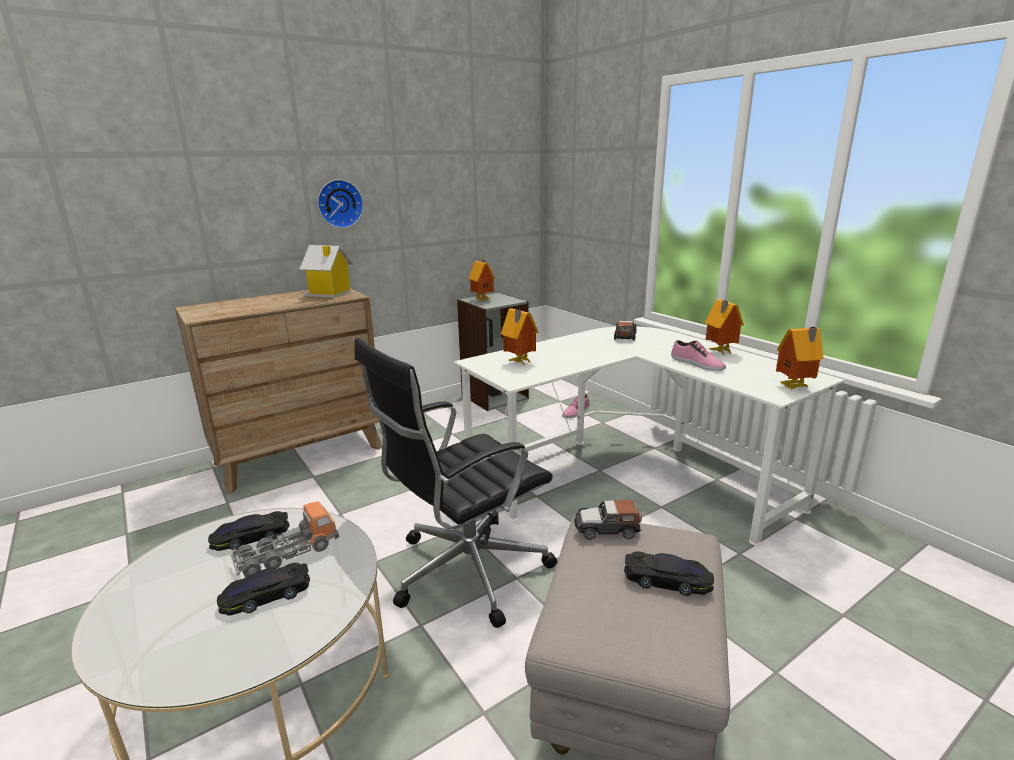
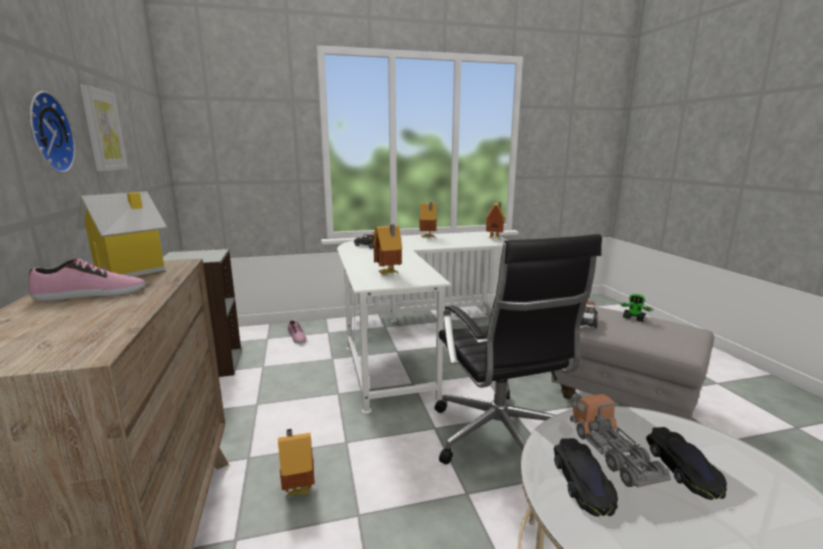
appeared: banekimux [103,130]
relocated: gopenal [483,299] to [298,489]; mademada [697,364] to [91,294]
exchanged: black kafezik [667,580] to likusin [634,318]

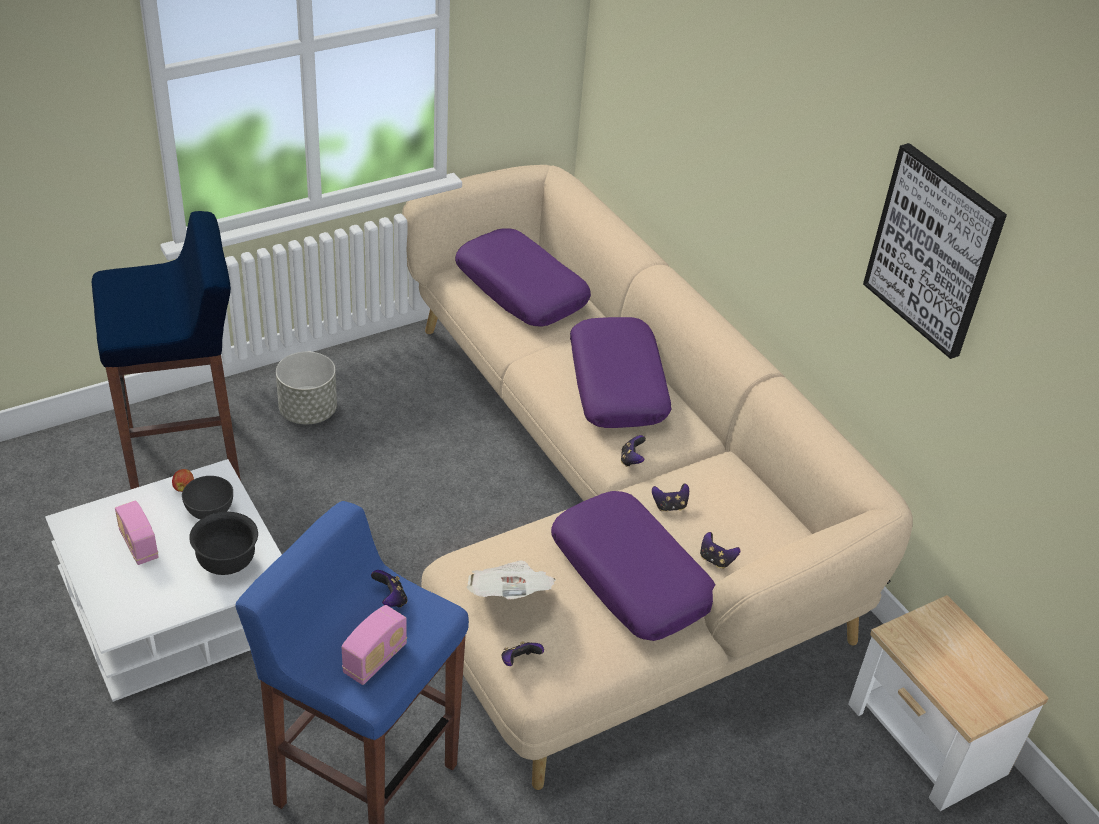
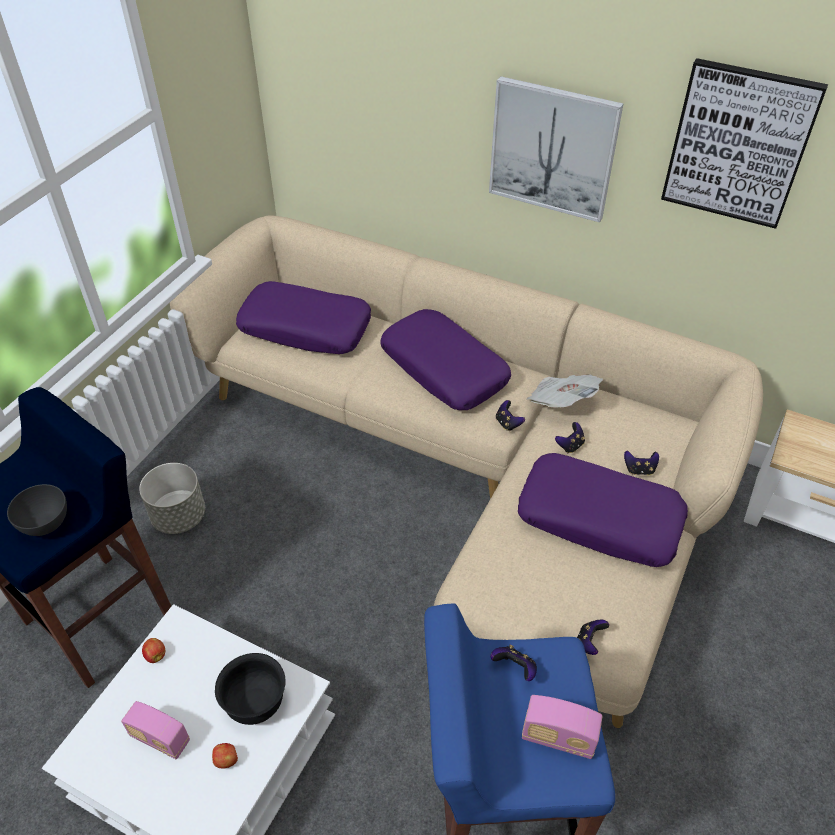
appeared: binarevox [227,760]; banekimux [553,149]
relocated: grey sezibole [210,511] to [45,523]; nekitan [509,596] to [561,402]
spun: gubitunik [375,659] = [558,737] 105 degrees clockwise

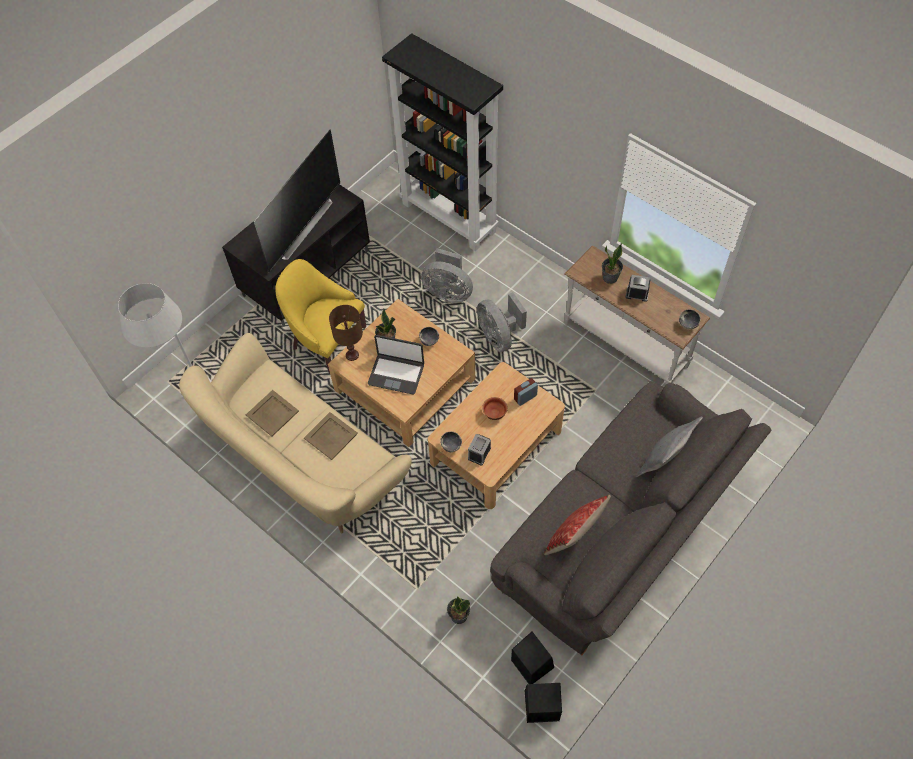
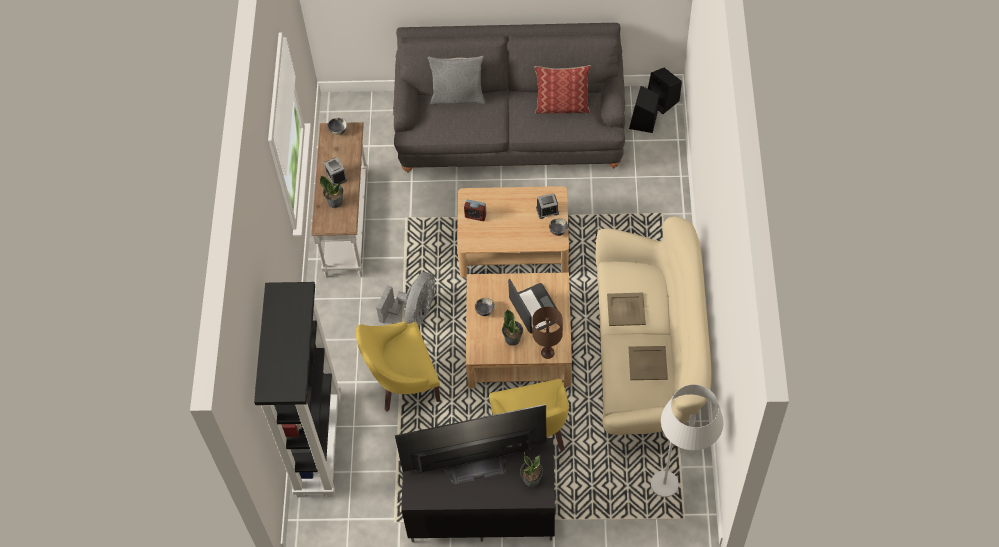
missing: sezibole [494,413]
relocated: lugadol [458,615] to [531,479]
exchanged: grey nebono [448,292] to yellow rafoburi [402,381]

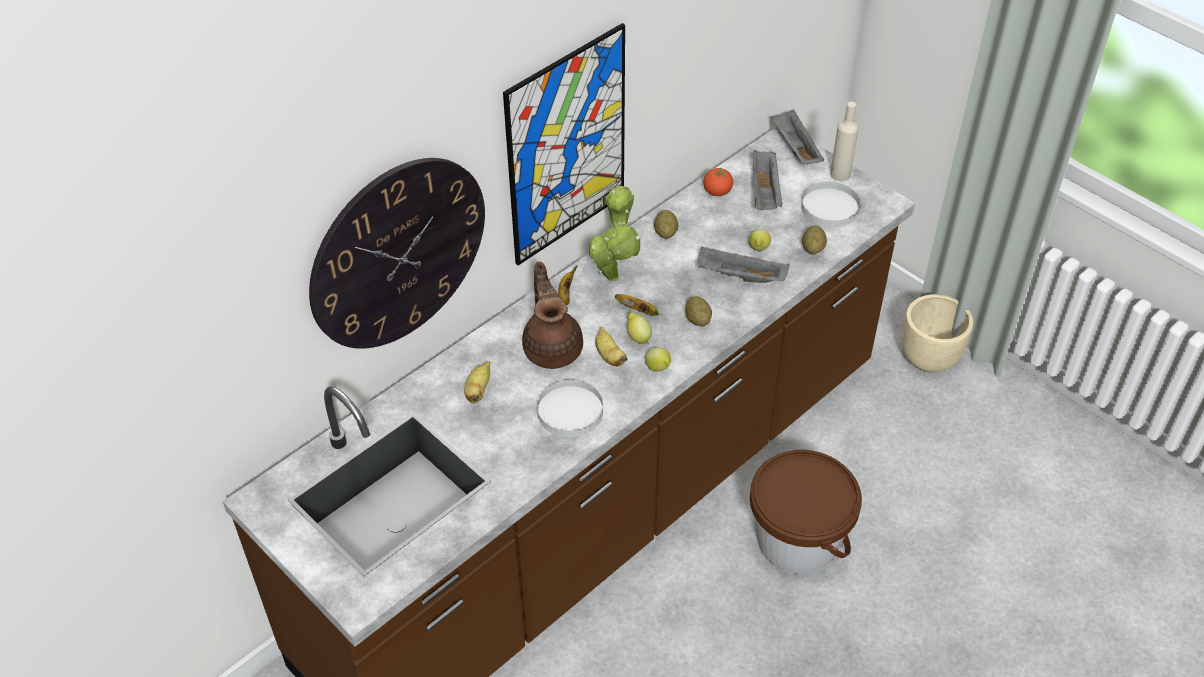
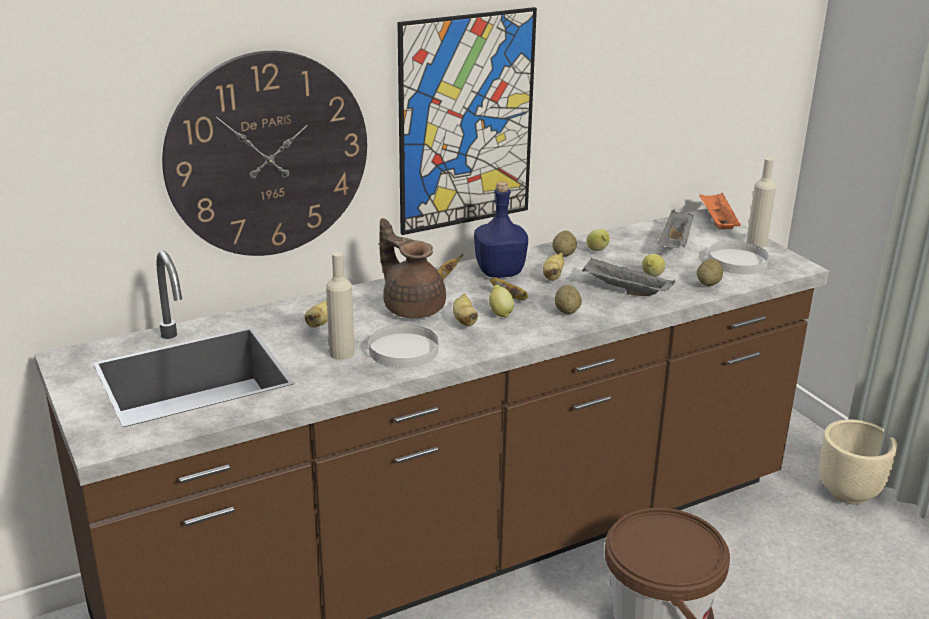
missing: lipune [717,192]
appeared: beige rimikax [341,353]; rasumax [553,276]
relocated: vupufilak [658,369] to [598,251]
exchanged: lugadol [613,274] to blue rimikax [499,271]
colour: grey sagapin [795,148] to orange sagapin [717,222]
spun: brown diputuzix [553,347] = [412,307] 45 degrees counterclockwise

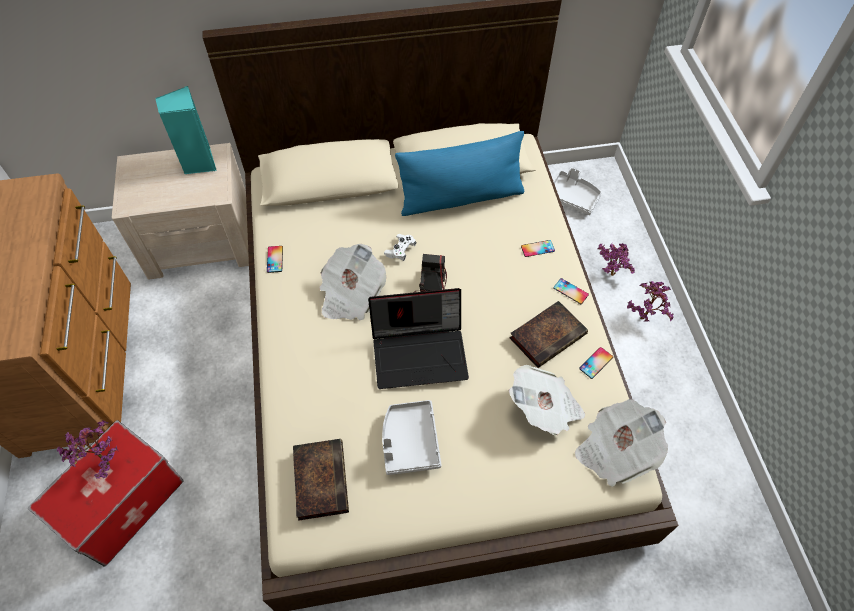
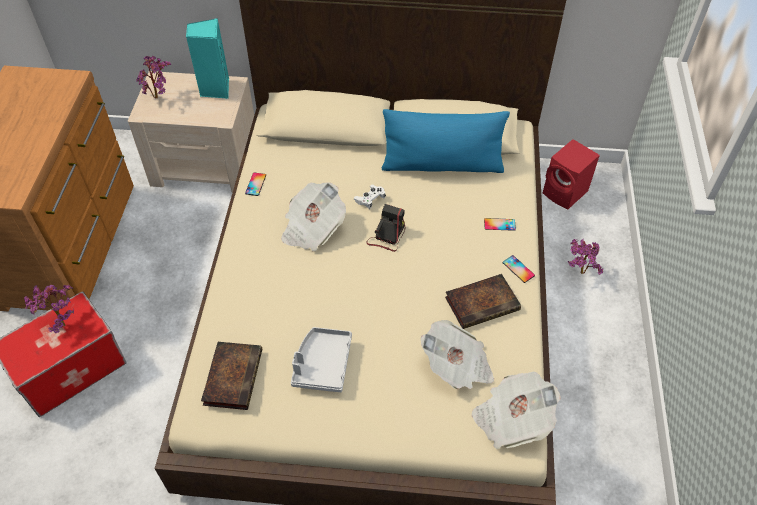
missing: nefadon [420,352]; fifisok [596,363]
relocated: lugadol [644,316] to [159,97]
exchanged: grey sagapin [572,197] to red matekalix [566,193]

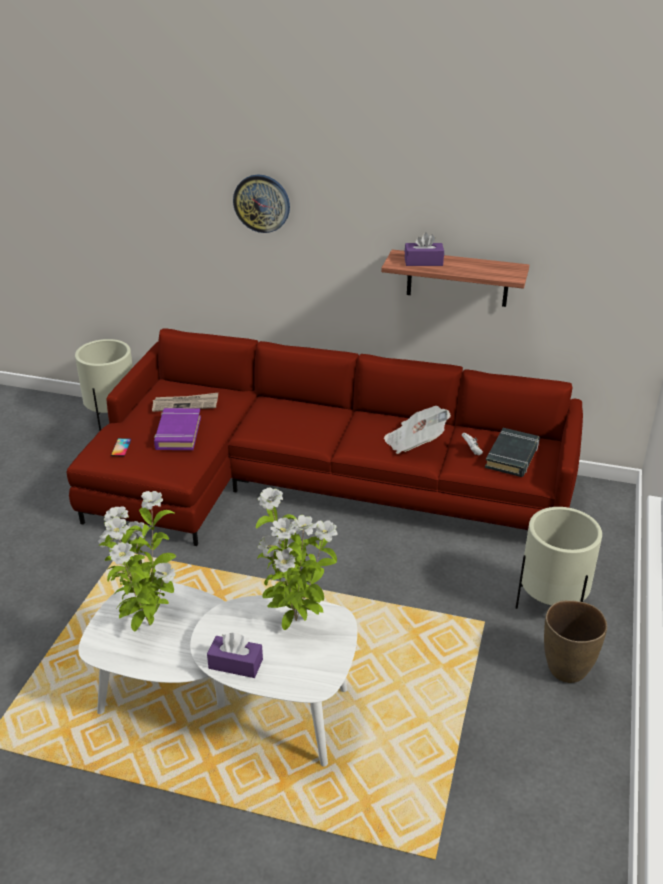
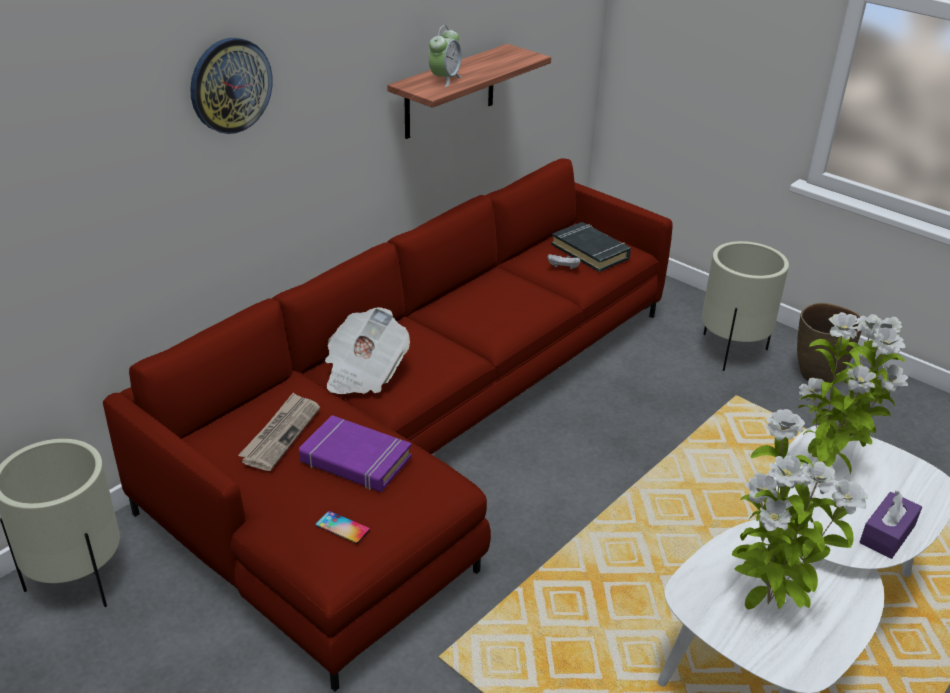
relocated: nekitan [415,443] to [364,372]
exchanged: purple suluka [423,262] to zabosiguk [445,79]

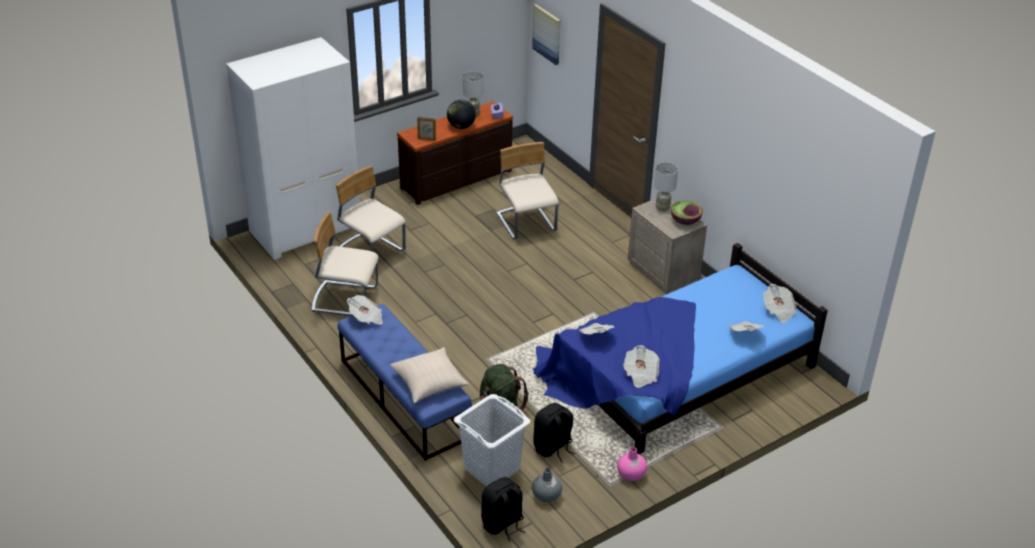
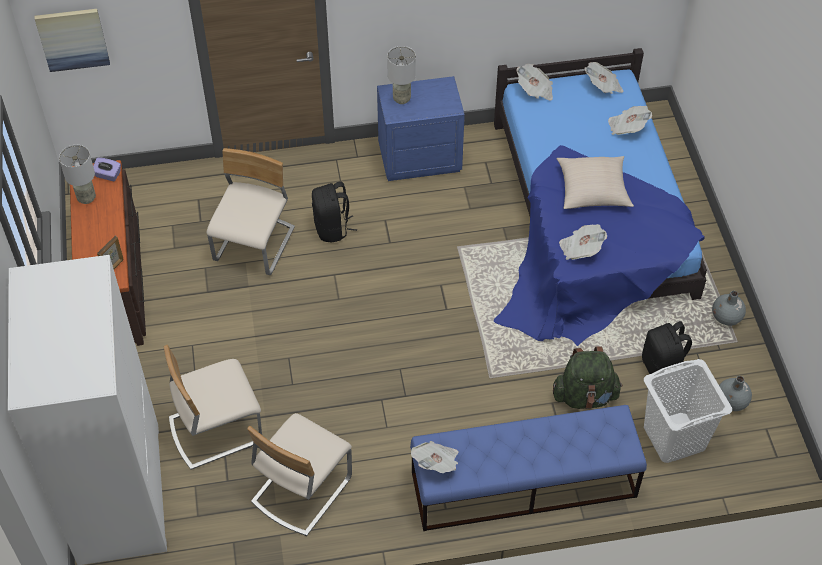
missing: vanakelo [461,126]; sezibole [685,220]
relocated: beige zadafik [429,383] to [592,190]; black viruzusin [502,524] to [332,228]; nekitan [640,374] to [535,90]
colour: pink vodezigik [631,474] to grey vodezigik [726,317]; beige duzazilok [664,271] to blue duzazilok [419,158]
spun: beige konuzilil [526,223] = [255,245] 105 degrees clockwise

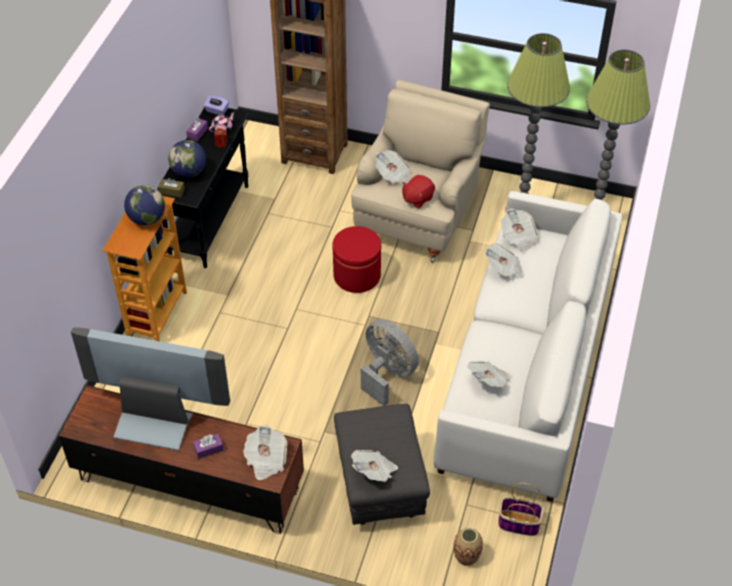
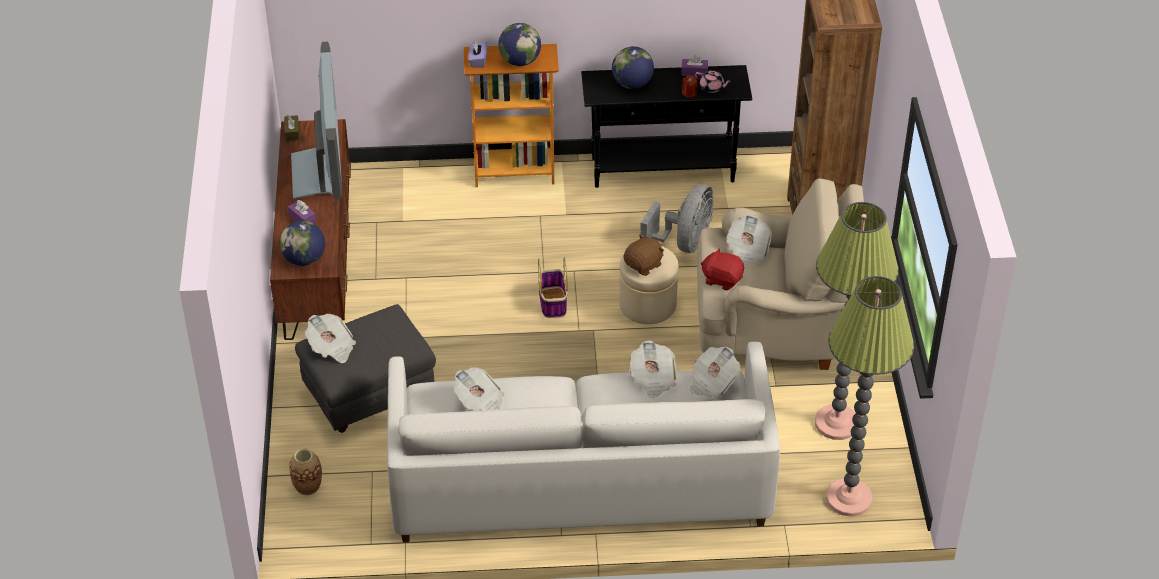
appeared: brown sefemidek [644,265]
relocated: brown suluka [172,191] to [292,132]; purple suluka [217,111] to [478,61]; grey nebono [387,373] to [684,243]; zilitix [518,523] to [552,302]
exchanged: nekitan [266,460] to vanakelo [304,259]
colour: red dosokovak [357,275] to beige dosokovak [647,305]

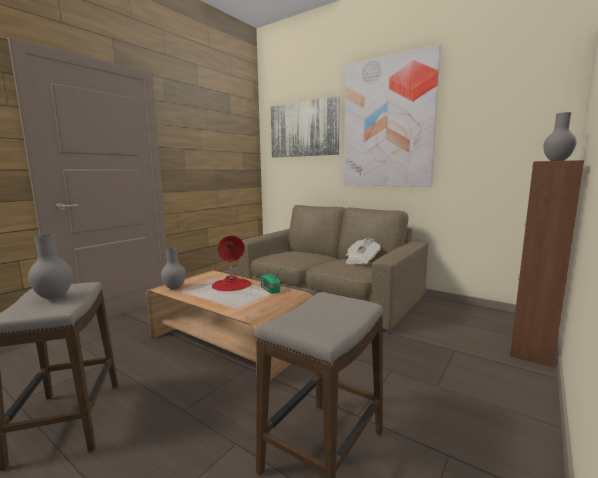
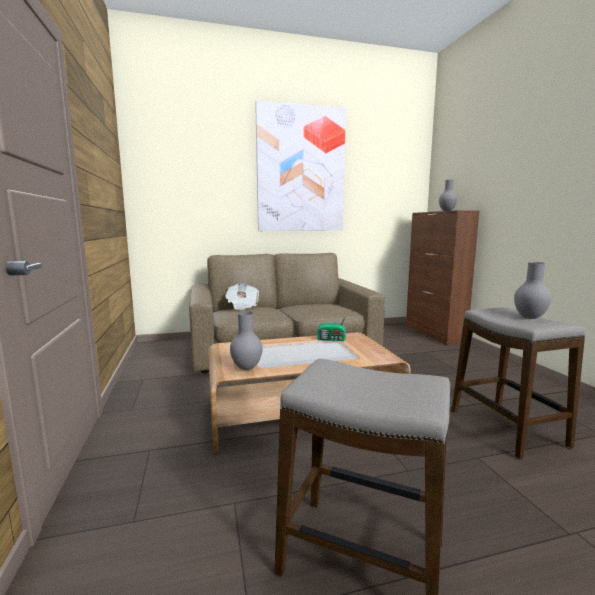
missing: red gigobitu [231,284]; banekimux [304,129]
relocated: grey vodezigik [53,297] to [529,318]; nekitan [361,261] to [242,305]

